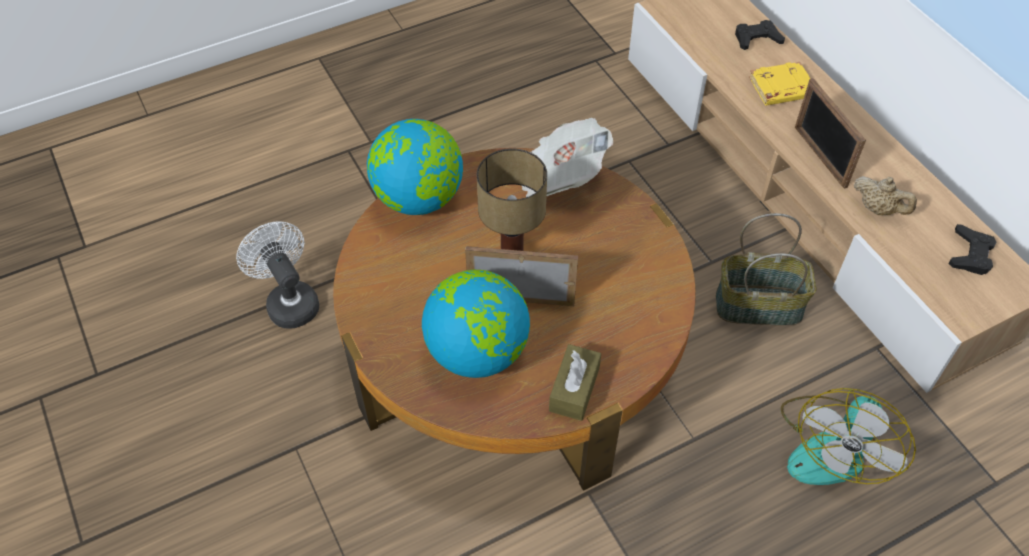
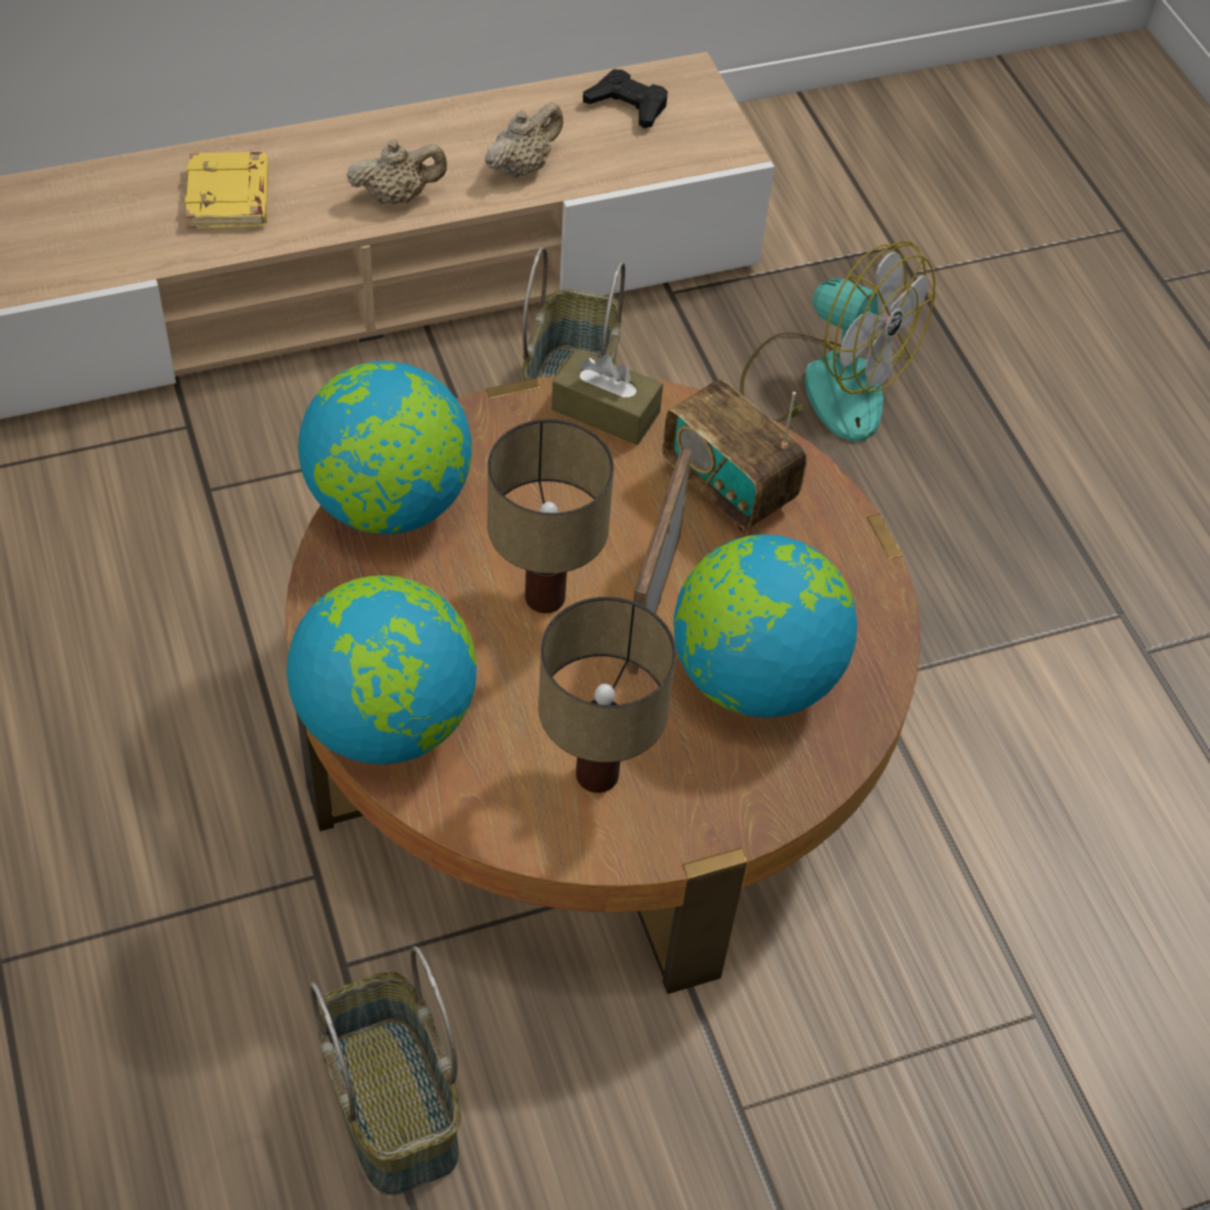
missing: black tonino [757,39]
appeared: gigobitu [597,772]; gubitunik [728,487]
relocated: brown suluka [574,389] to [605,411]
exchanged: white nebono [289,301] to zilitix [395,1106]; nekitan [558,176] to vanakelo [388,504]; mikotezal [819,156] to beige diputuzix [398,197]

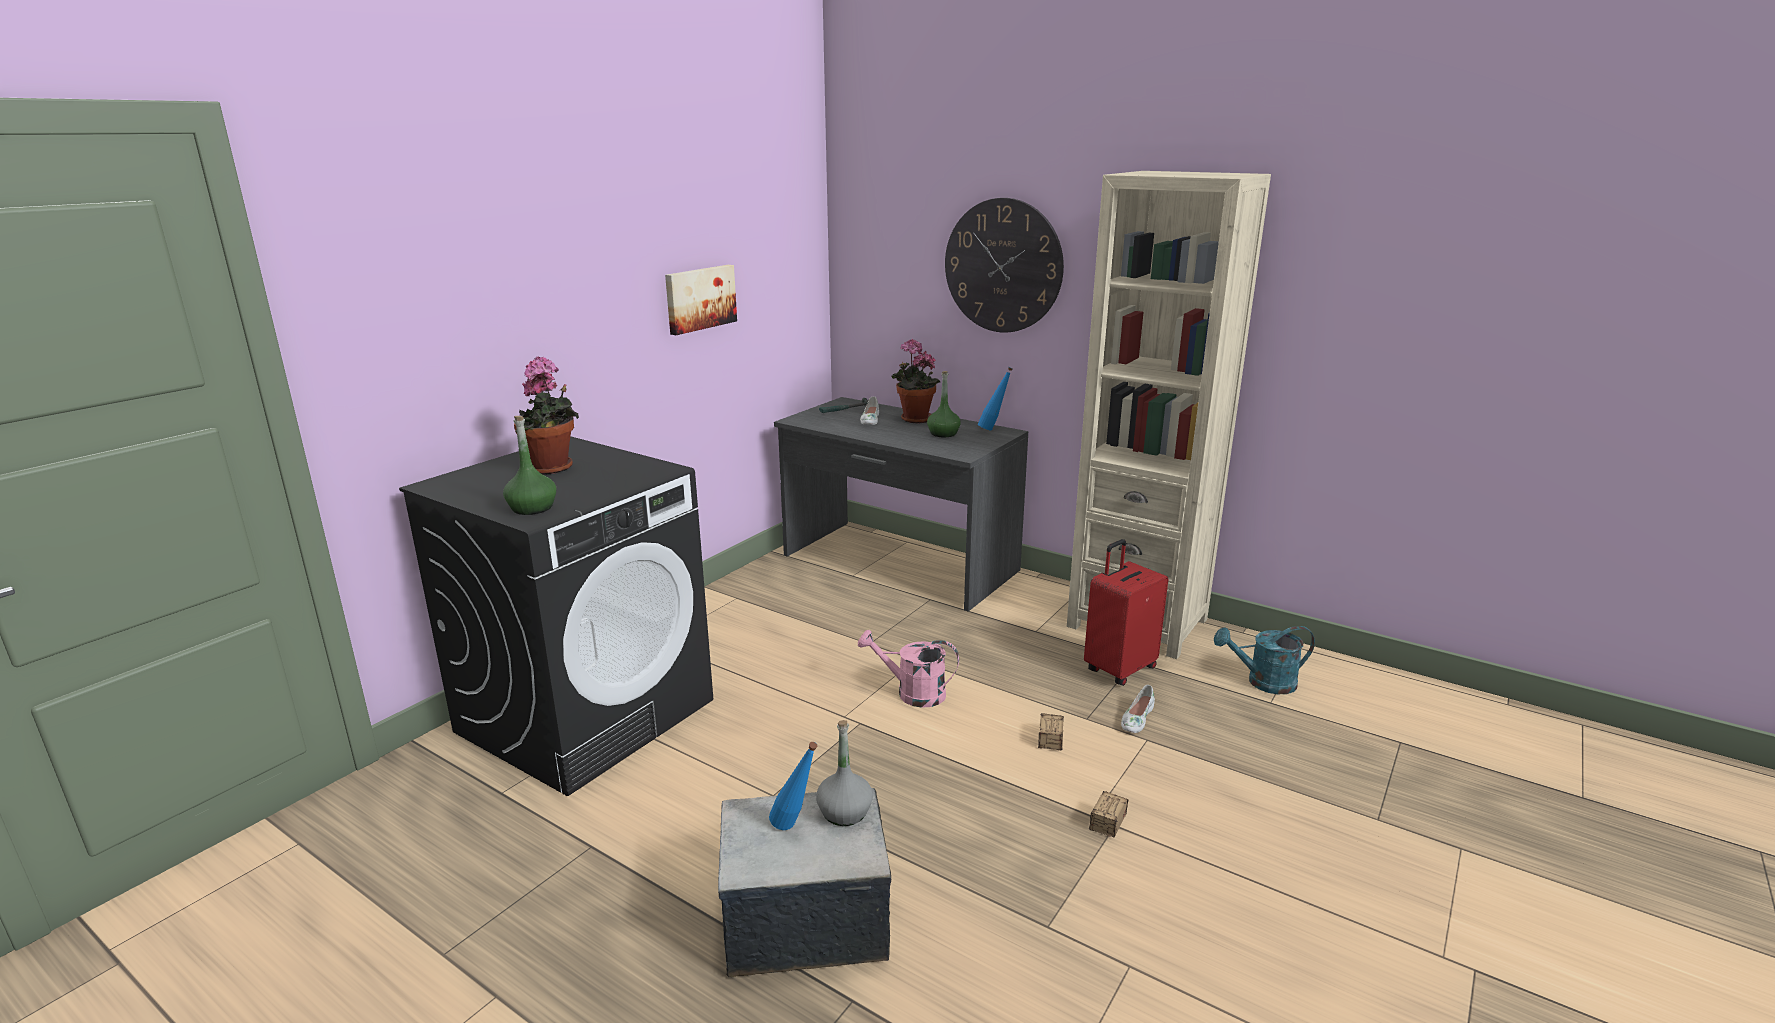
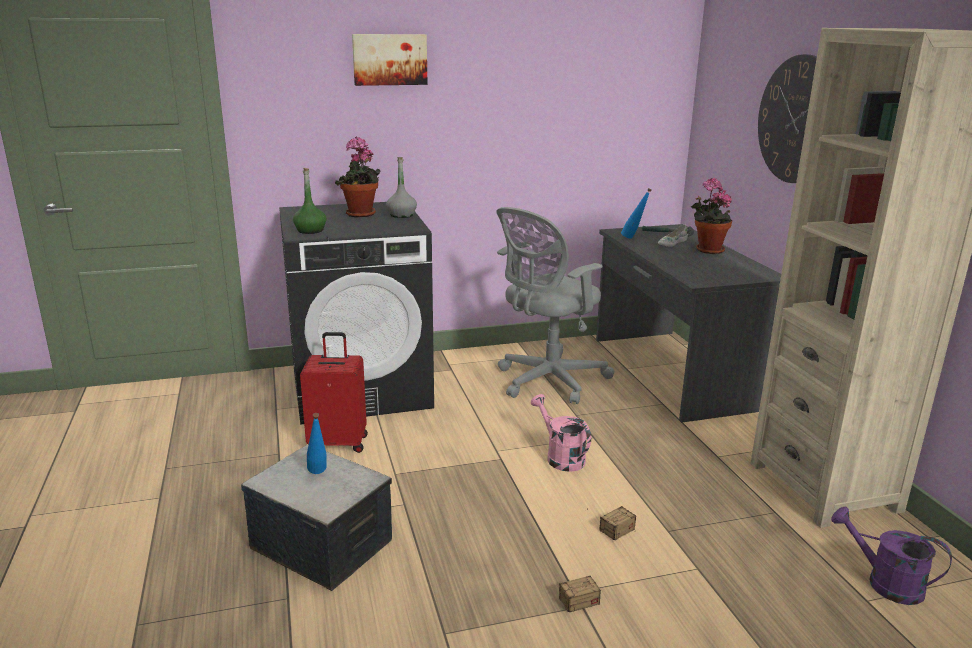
missing: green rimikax [943,434]; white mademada [1136,718]
appeared: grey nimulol [547,381]
relocated: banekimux [699,298] to [389,59]; grey rimikax [844,812] to [401,215]; blue rimikax [993,429] to [633,238]; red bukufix [1119,669] to [339,442]
colour: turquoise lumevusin [1263,682] to purple lumevusin [884,583]

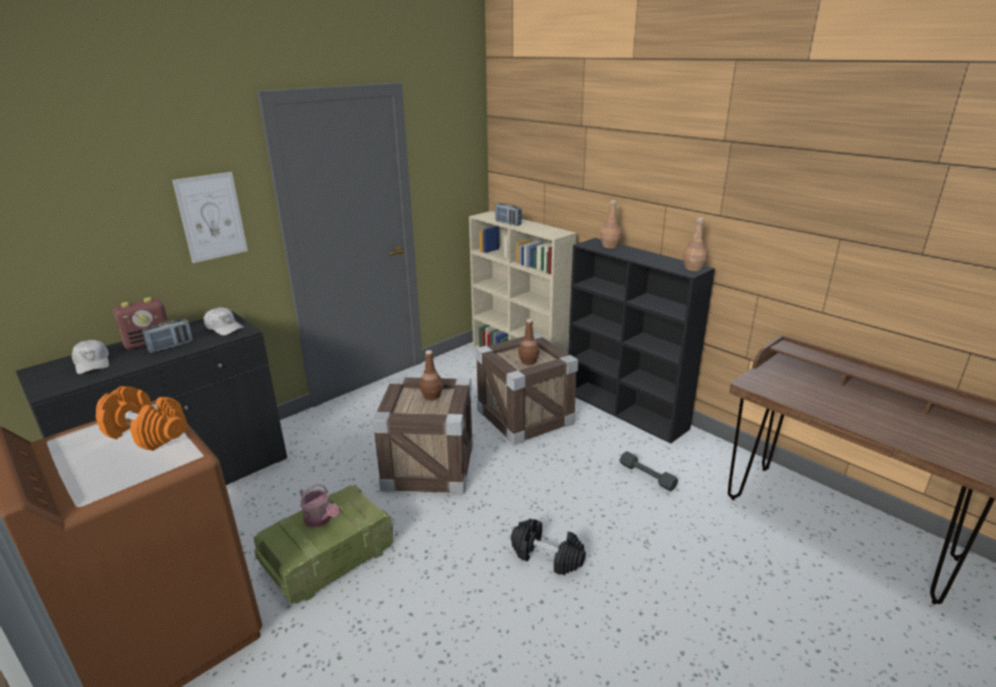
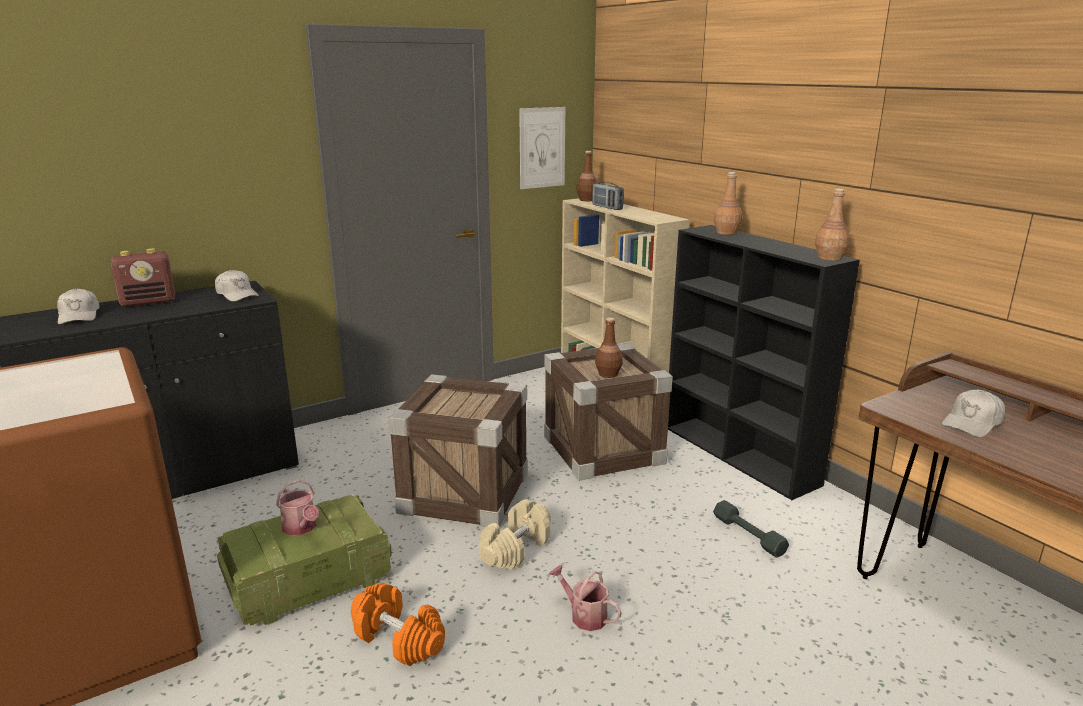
missing: gubitunik [171,346]
appeared: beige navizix [516,549]; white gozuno [972,423]
relocated: orange navizix [147,433] to [399,639]; banekimux [211,217] to [542,148]; brown rimikax [431,396] to [587,200]
exchanged: black navizix [547,556] to lumevusin [584,615]

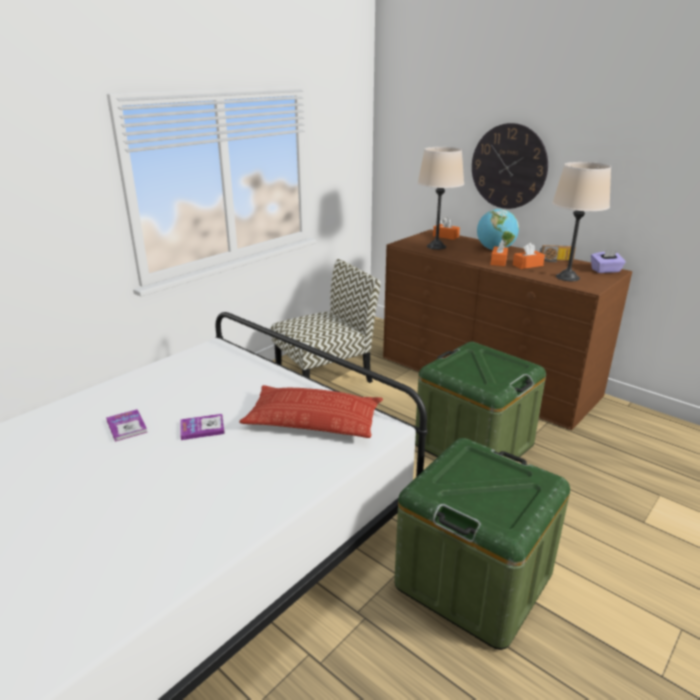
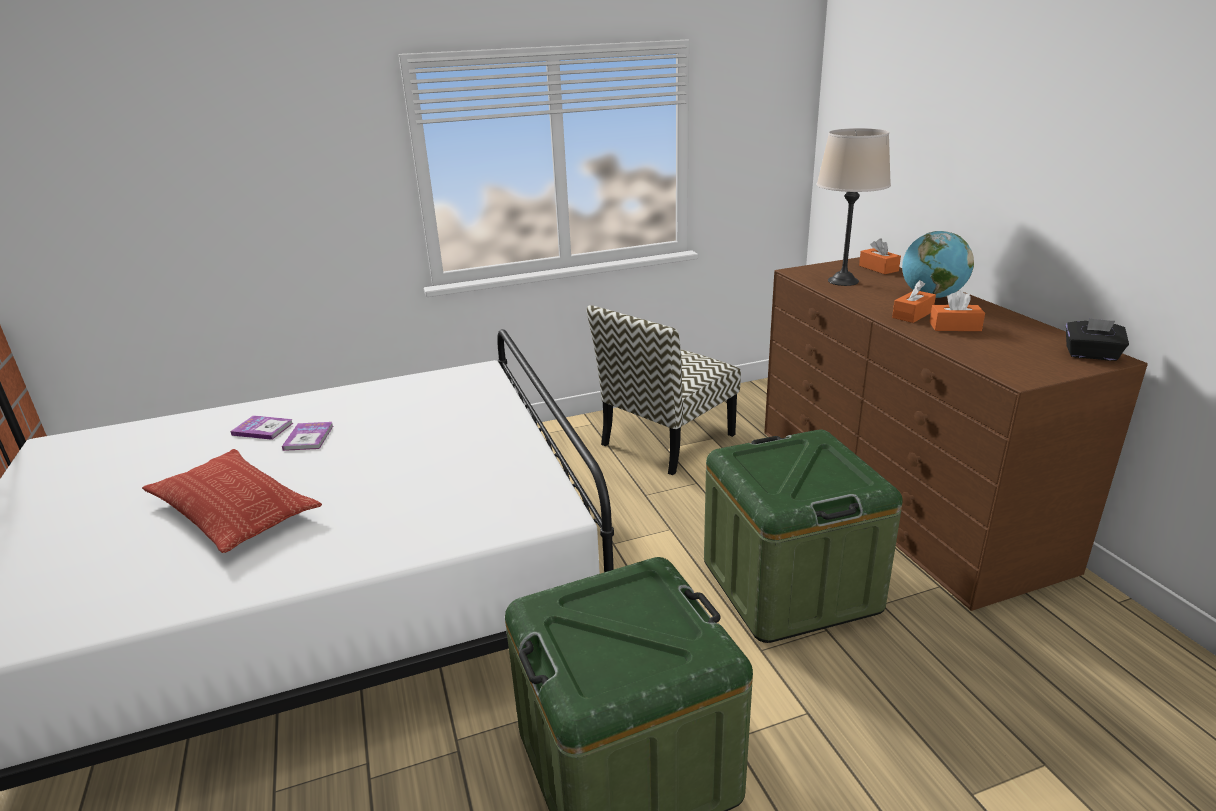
missing: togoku [508,166]; gubitunik [556,260]; beige gigobitu [567,277]
relocated: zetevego [202,428] to [263,429]; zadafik [313,420] to [233,509]
colour: purple suluka [605,270] to black suluka [1091,355]
spun: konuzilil [325,376] = [667,440] 135 degrees clockwise

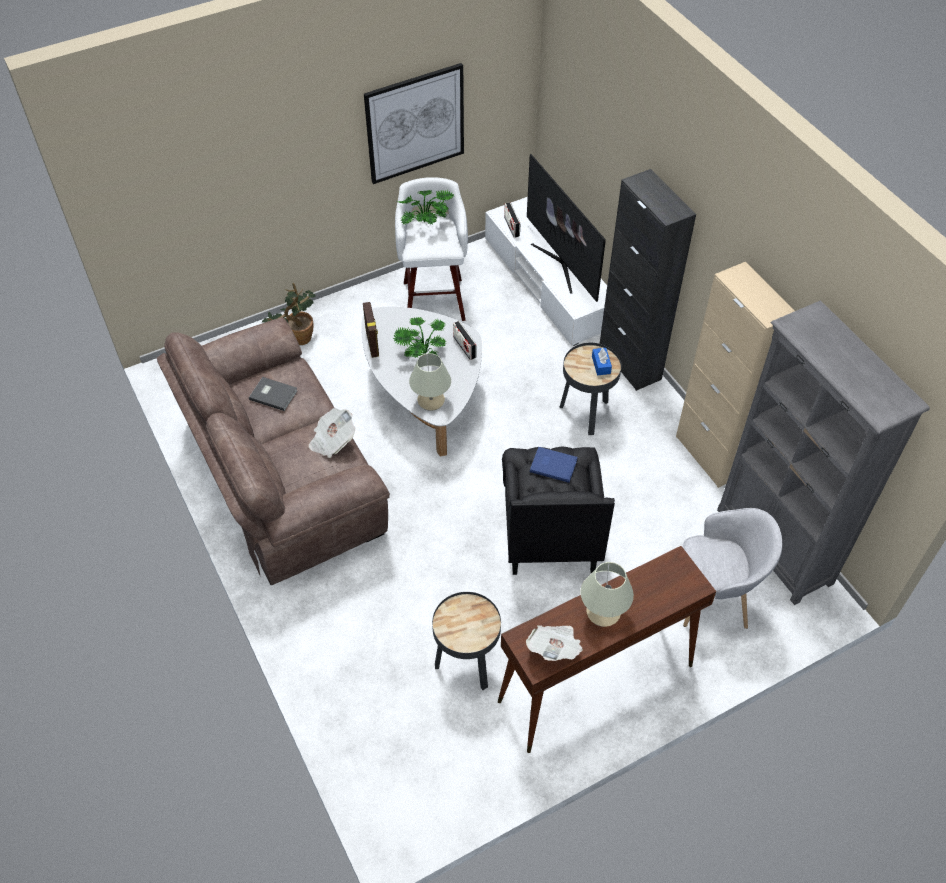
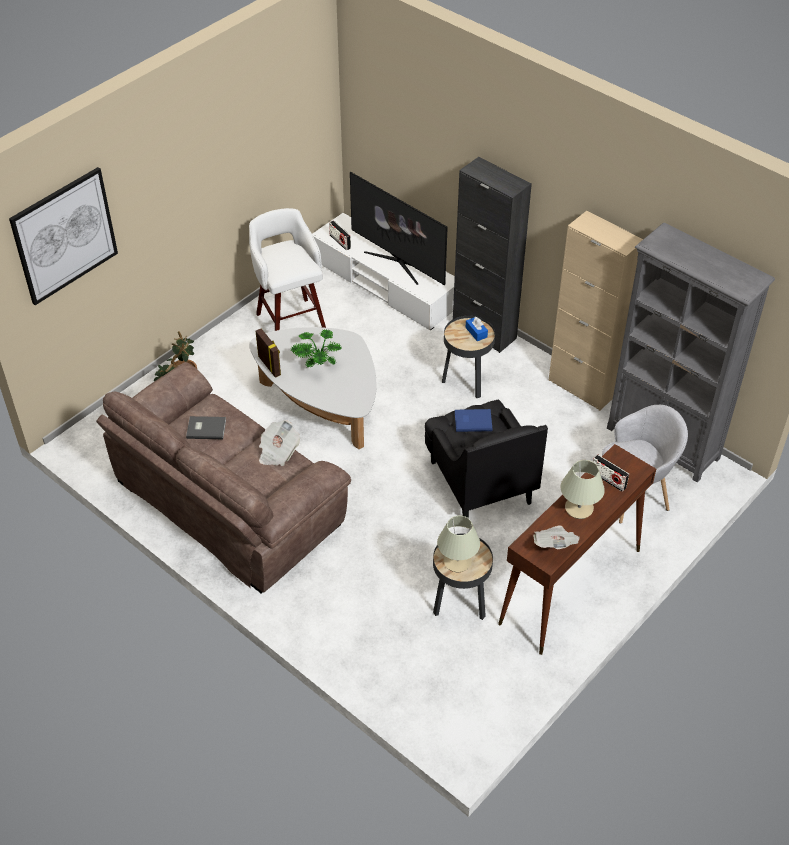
missing: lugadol [426,223]
relocated: banekimux [415,123] to [64,235]; beige gigobitu [431,401] to [457,562]; gubitunik [464,347] to [608,480]

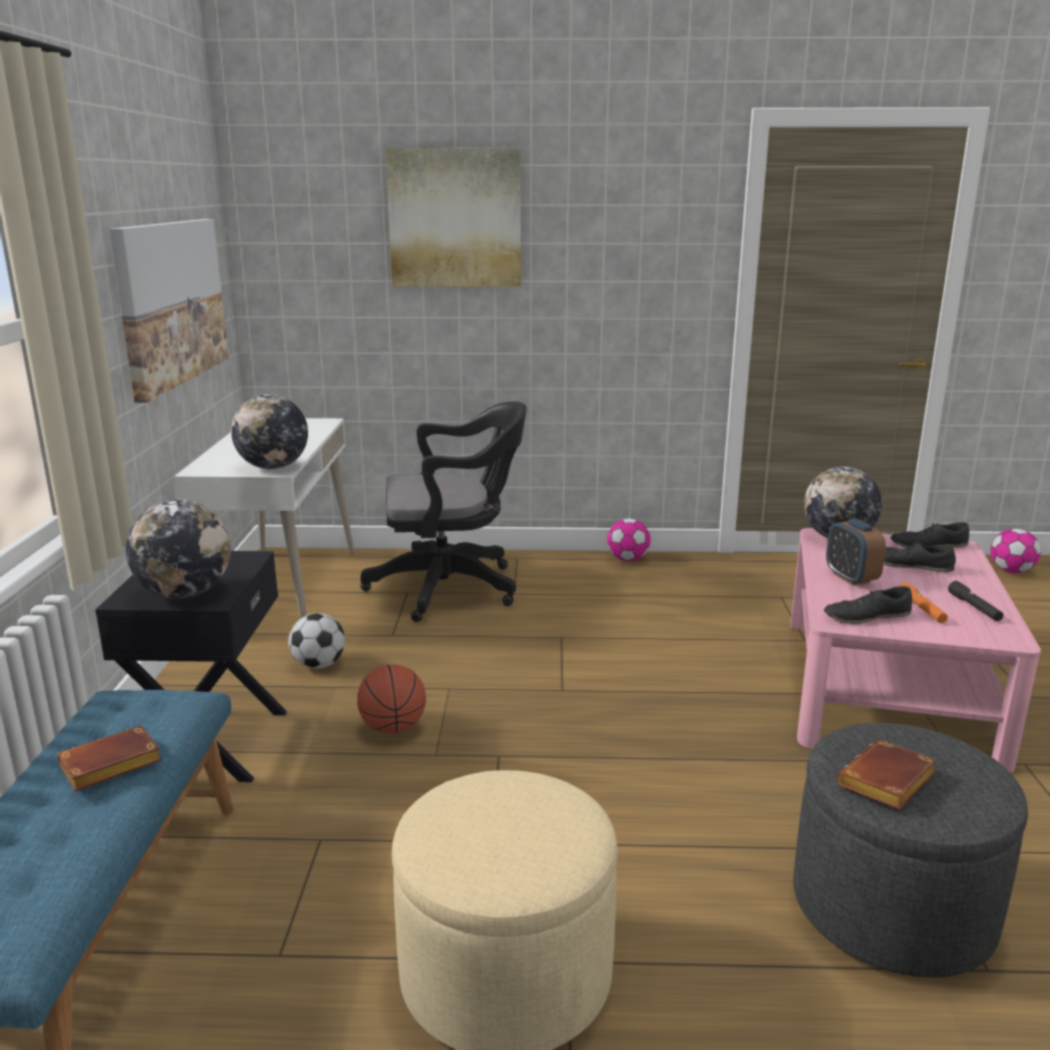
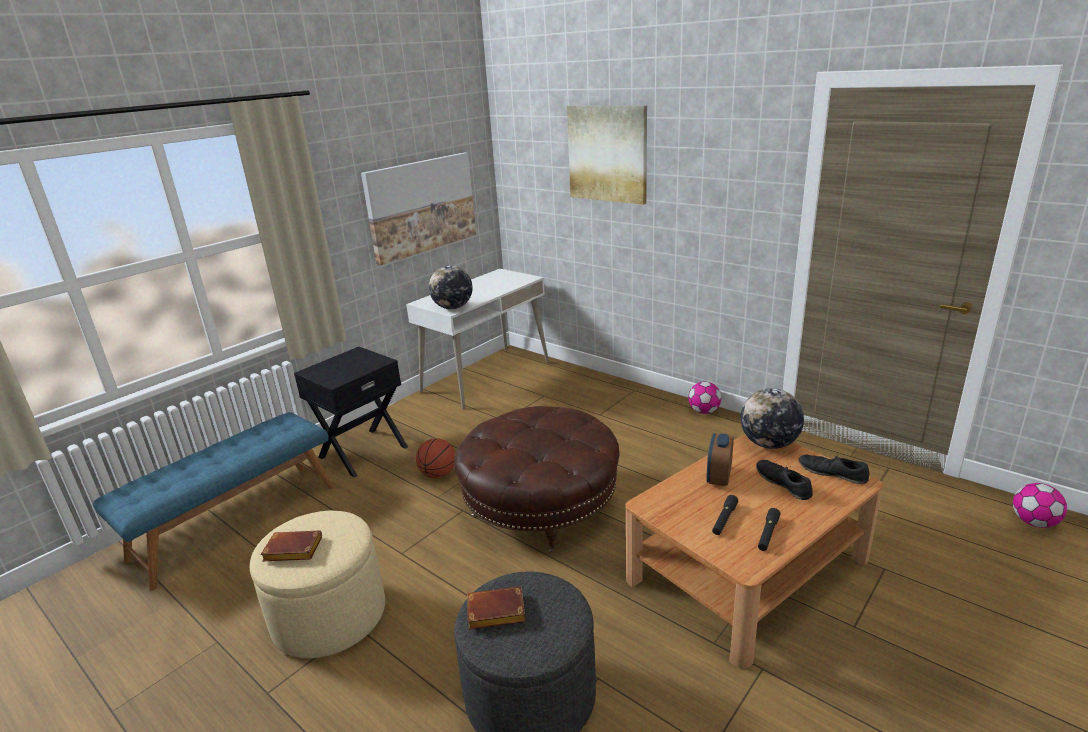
missing: vanakelo [185,594]; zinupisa [318,665]; black nimulol [452,588]; black mademada [866,616]
appeared: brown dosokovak [540,506]
relocated: brown zetevego [109,767] to [291,551]
colour: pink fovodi [887,687] to brown fovodi [747,570]; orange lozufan [921,609] to black lozufan [724,519]

